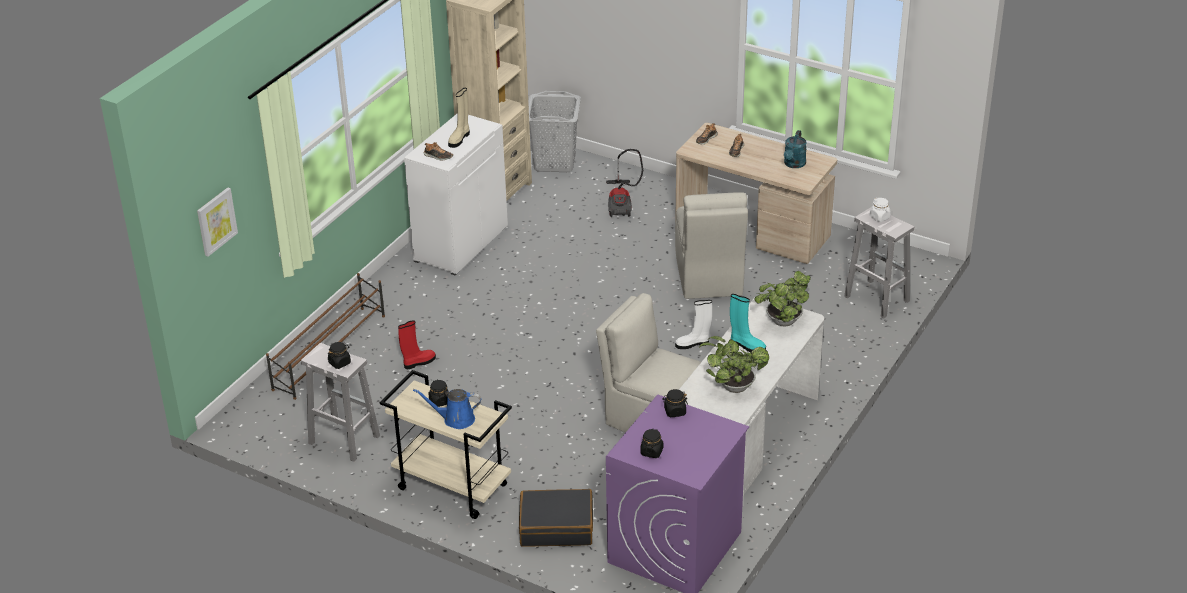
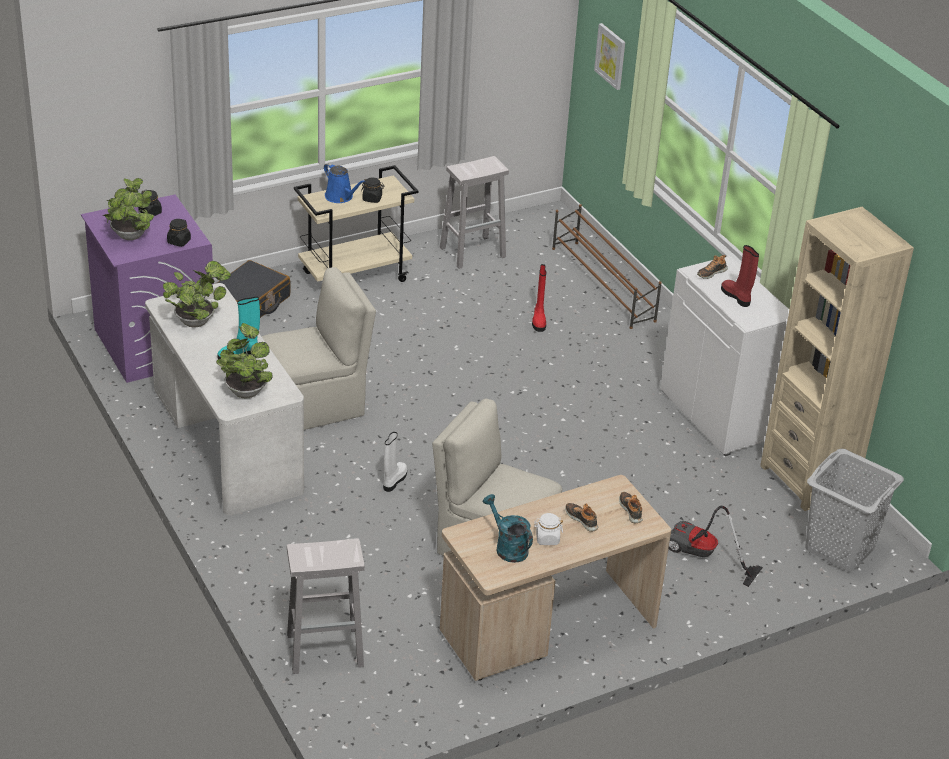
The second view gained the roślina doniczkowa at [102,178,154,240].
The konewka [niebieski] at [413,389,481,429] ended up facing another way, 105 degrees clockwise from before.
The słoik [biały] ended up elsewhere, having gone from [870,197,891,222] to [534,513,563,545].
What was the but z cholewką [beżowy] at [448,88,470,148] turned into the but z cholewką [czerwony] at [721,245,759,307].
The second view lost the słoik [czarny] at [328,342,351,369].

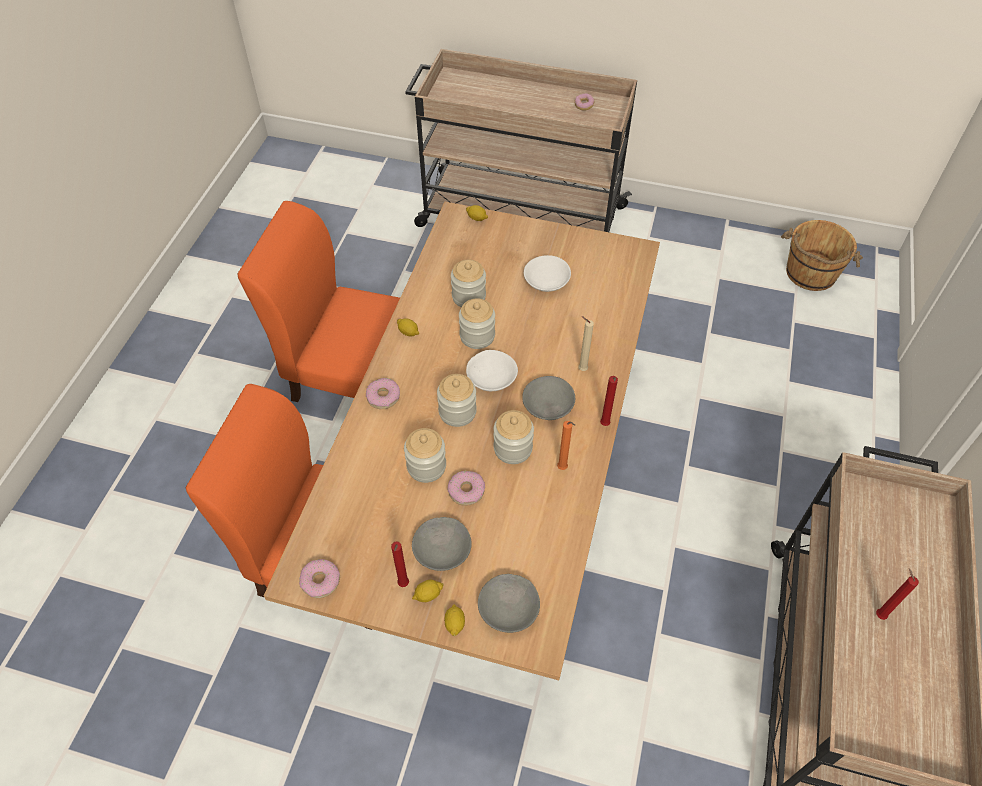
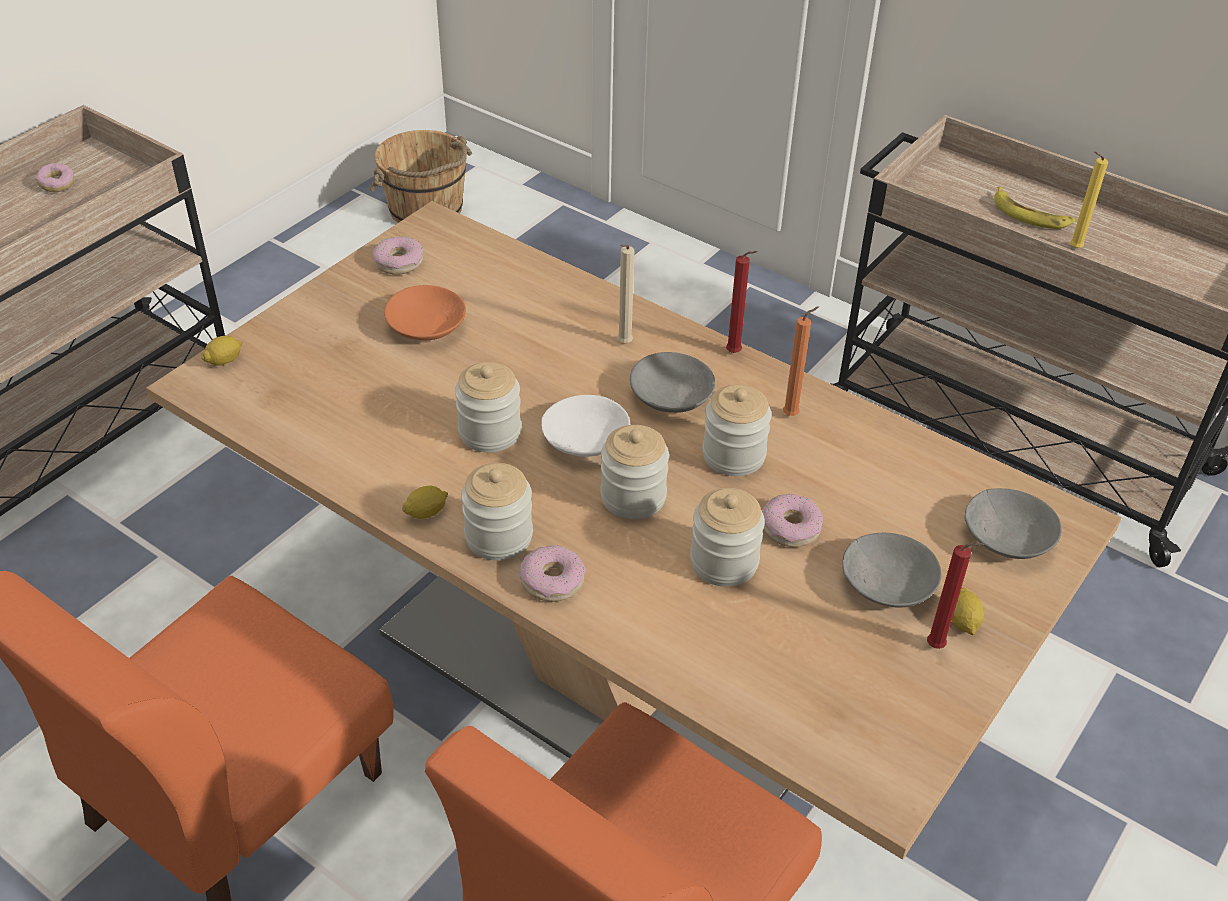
The donut ended up elsewhere, having gone from [299,559,340,598] to [373,237,423,275].
What was the miska [biały] at [524,255,571,292] turned into the miska [pomarańczowy] at [384,285,466,340].
The słoik ended up elsewhere, having gone from [451,260,486,307] to [461,463,533,560].
The second view gained the banan at [994,187,1075,229].
What was the świeca [czerwony] at [876,568,919,620] turned into the świeca [żółty] at [1070,152,1108,249].
The second view lost the cytryna at [444,604,465,636].

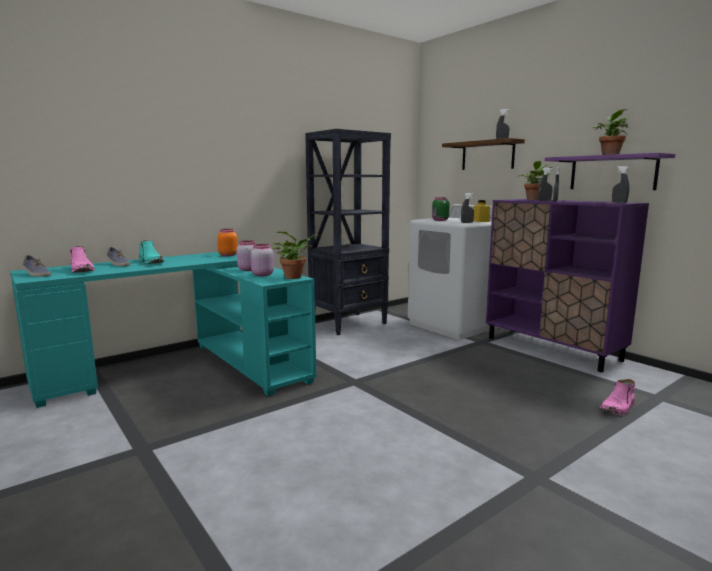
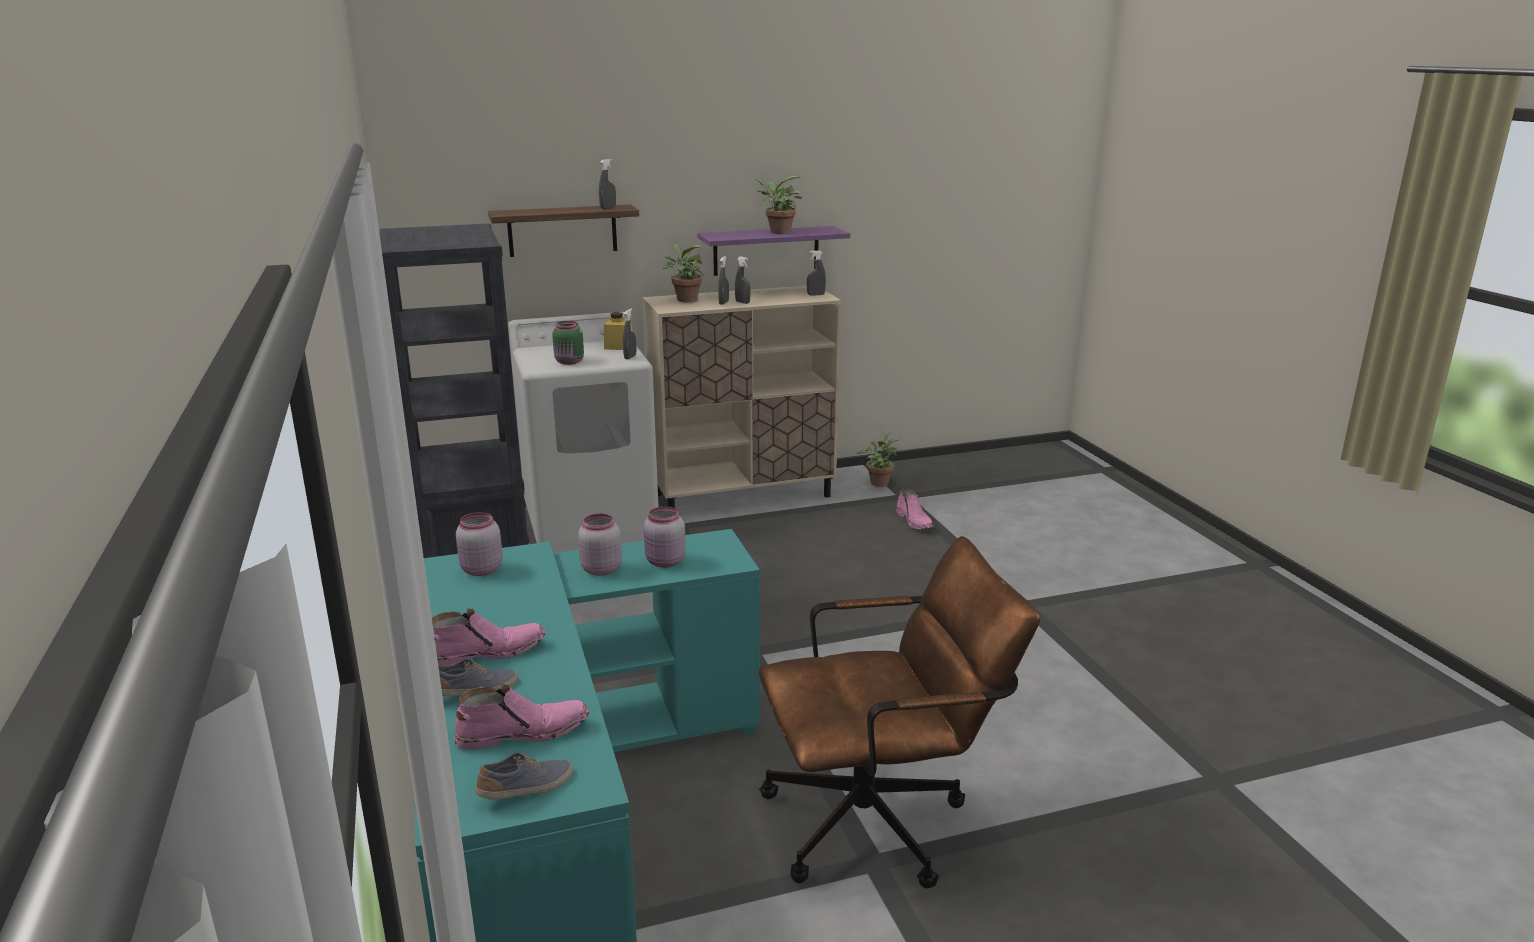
What was the but z cholewką [turkusowy] at [139,241,164,264] turned into the but z cholewką [różowy] at [432,608,546,666].
What was the słoik [pomarańczowy] at [217,229,238,256] turned into the słoik [różowy] at [456,512,503,576].
What was the szafka [fioletowy] at [486,199,649,372] turned into the szafka [beżowy] at [643,286,841,508].
The second view gained the krzesło biurowe [brązowy] at [759,536,1040,889].
The roślina doniczkowa ended up elsewhere, having gone from [272,231,319,279] to [857,432,899,487].

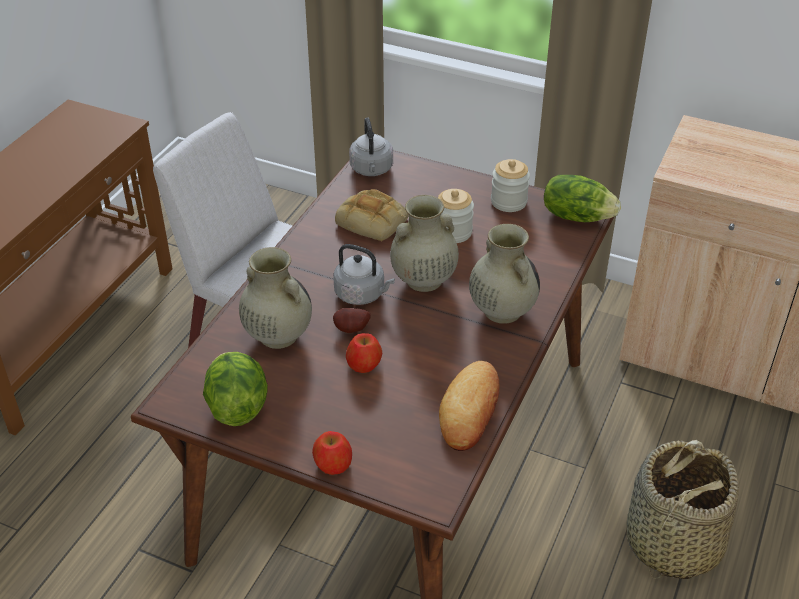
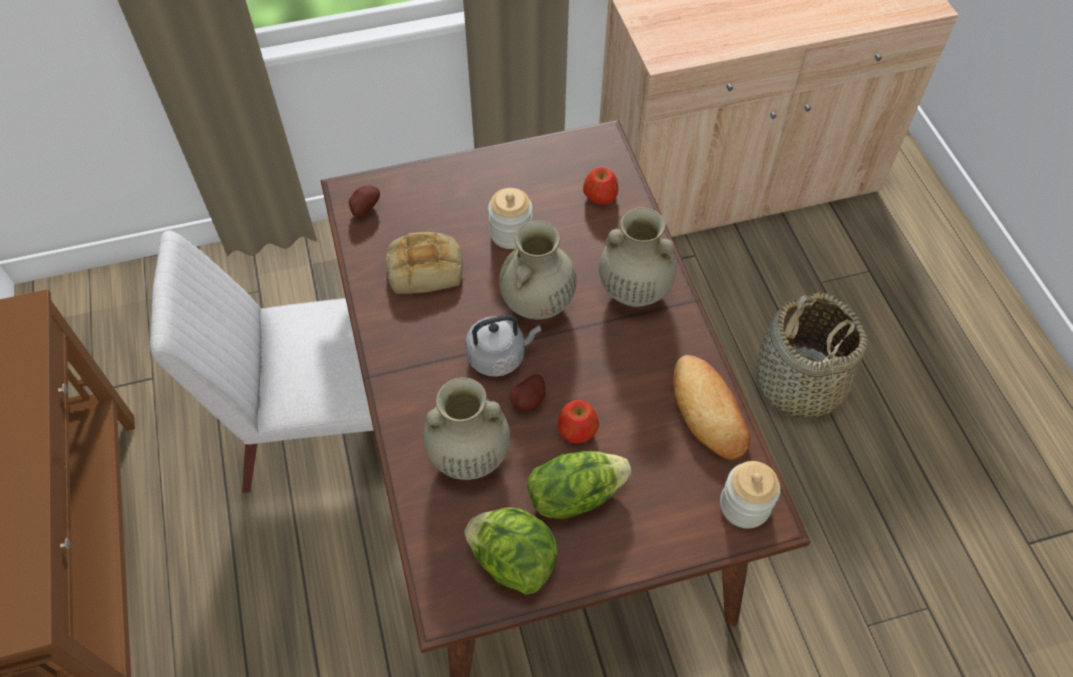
Where the czajnik [szary] stood at [349,117,393,176], the ziemniak came to stand at [349,185,380,217].
The sałata ended up elsewhere, having gone from [544,175,621,222] to [528,451,631,519].
The jabłko ended up elsewhere, having gone from [312,431,352,475] to [583,167,618,205].
The słoik ended up elsewhere, having gone from [491,159,530,212] to [720,461,780,529].

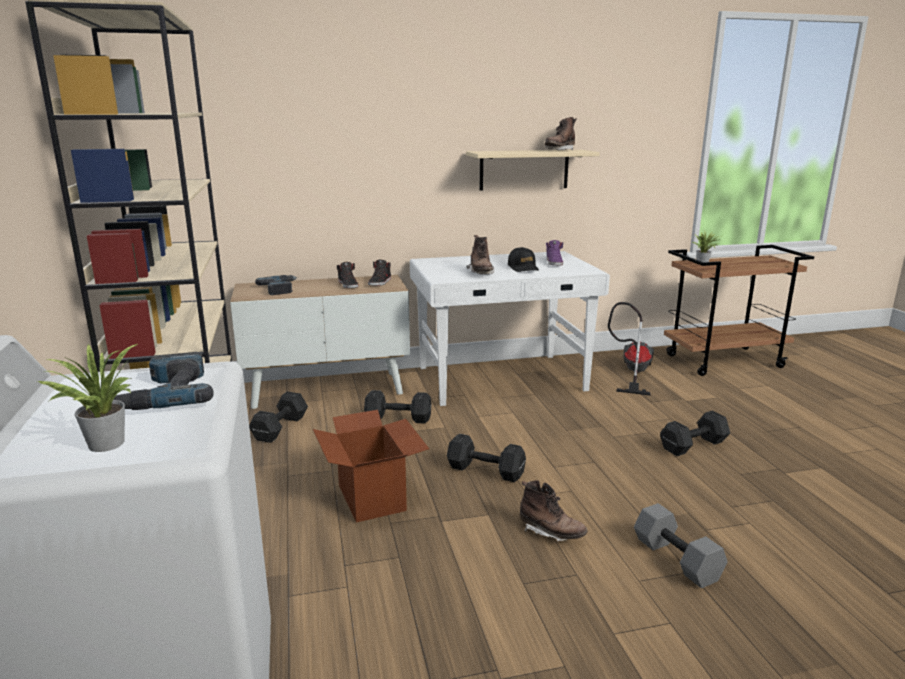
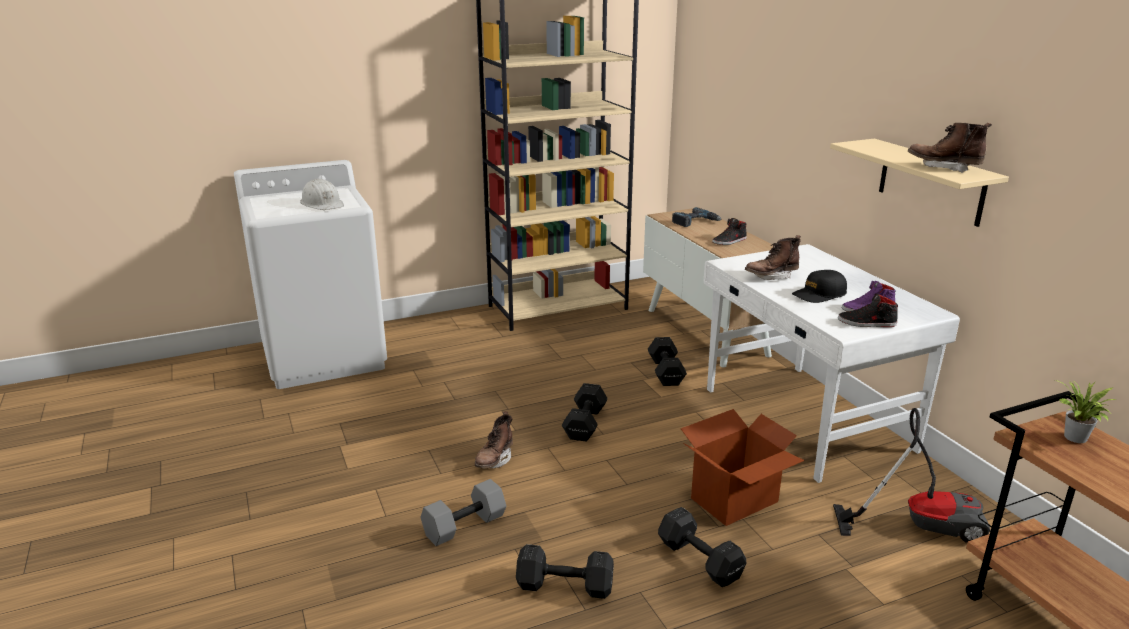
Where the wiertarka stood at [113,352,214,410], the kask [biały] came to stand at [300,179,344,210].
The hantel [czarny] ended up elsewhere, having gone from [249,392,308,443] to [516,544,614,599].
The karton ended up elsewhere, having gone from [313,410,429,523] to [681,409,804,526].
The but [czarny] ended up elsewhere, having gone from [368,259,391,286] to [838,293,898,327].
The second view lost the roślina doniczkowa at [36,344,137,452].

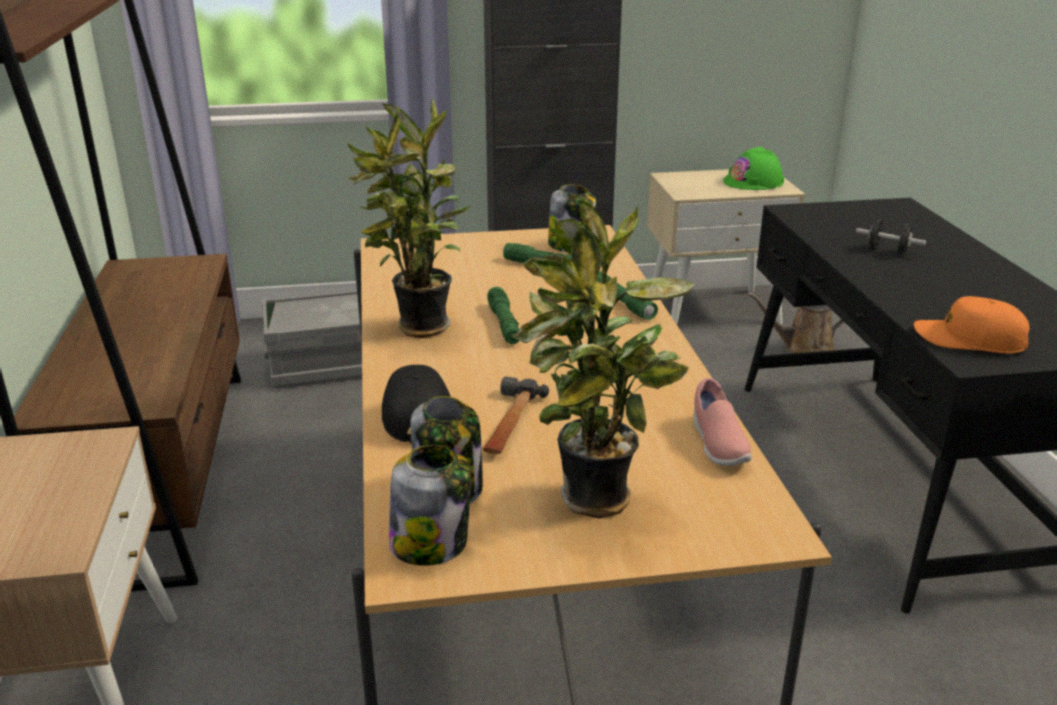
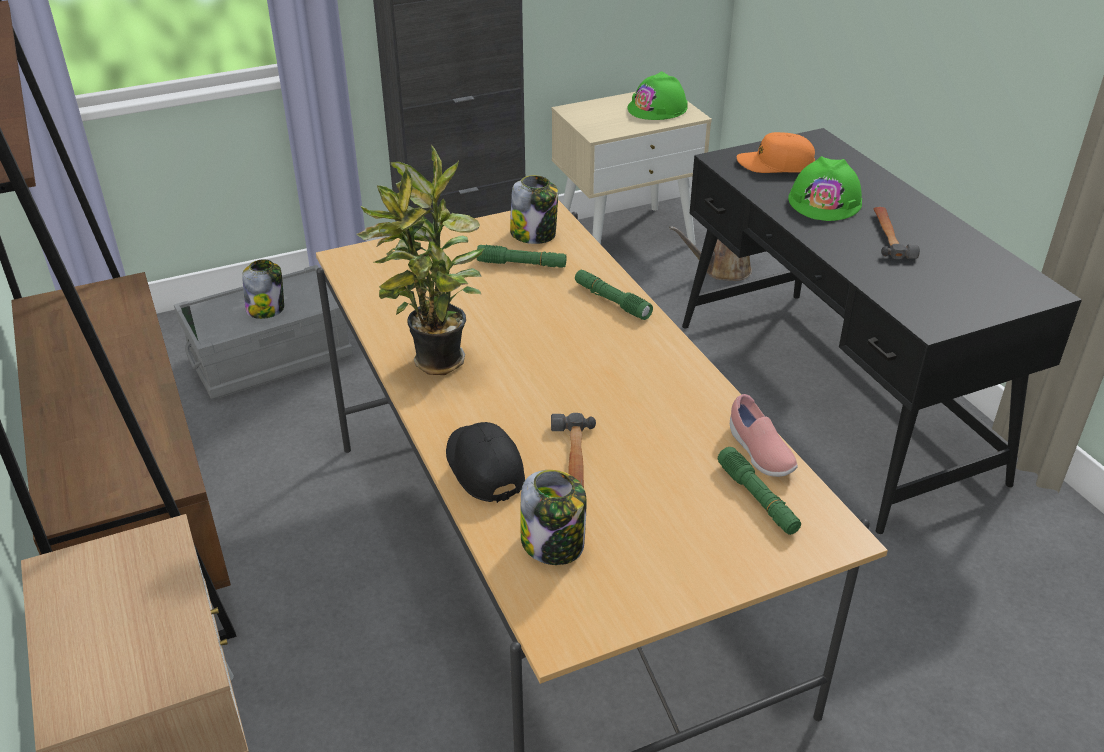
The słoik ended up elsewhere, having gone from [389,445,471,566] to [242,259,284,319].
The latarka [zielony] ended up elsewhere, having gone from [487,287,520,344] to [718,447,801,535].
The czapka z daszkiem [pomarańczowy] ended up elsewhere, having gone from [914,296,1030,354] to [737,132,815,173].
Where the hantel [czarny] stood at [856,219,926,255], the kask [zielony] came to stand at [788,156,862,221].
The second view gained the młotek at [874,207,920,259].
The second view lost the roślina doniczkowa at [512,197,695,519].

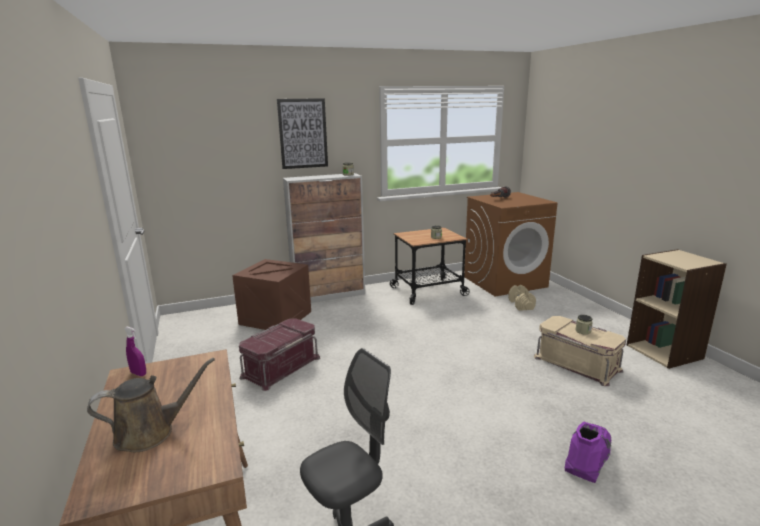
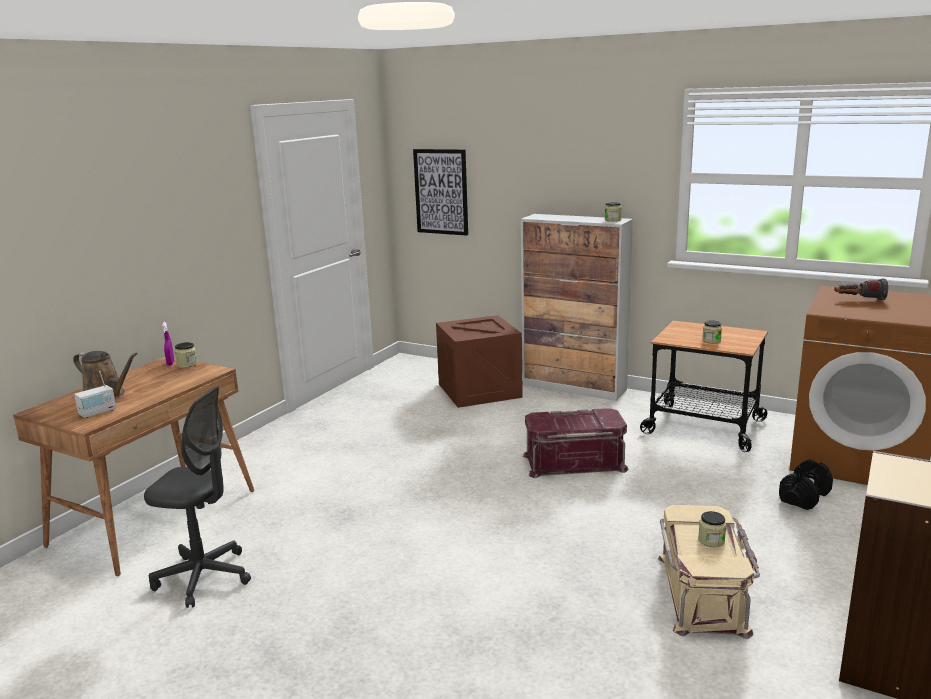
The second view gained the radio at [74,371,117,418].
The second view gained the słoik at [175,342,198,368].
The obraz ended up elsewhere, having gone from [277,98,328,169] to [413,149,468,236].
The pojemnik do przechowywania [czerwony] ended up elsewhere, having gone from [239,318,320,391] to [523,408,629,478].
What was the hantel [beżowy] at [508,285,536,311] turned into the hantel [czarny] at [779,459,833,510].
The second view lost the but z cholewką [fioletowy] at [565,421,611,483].

